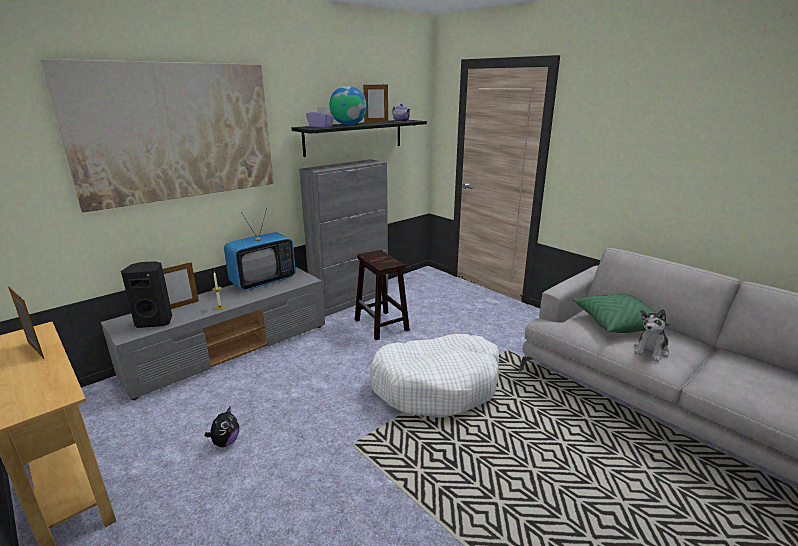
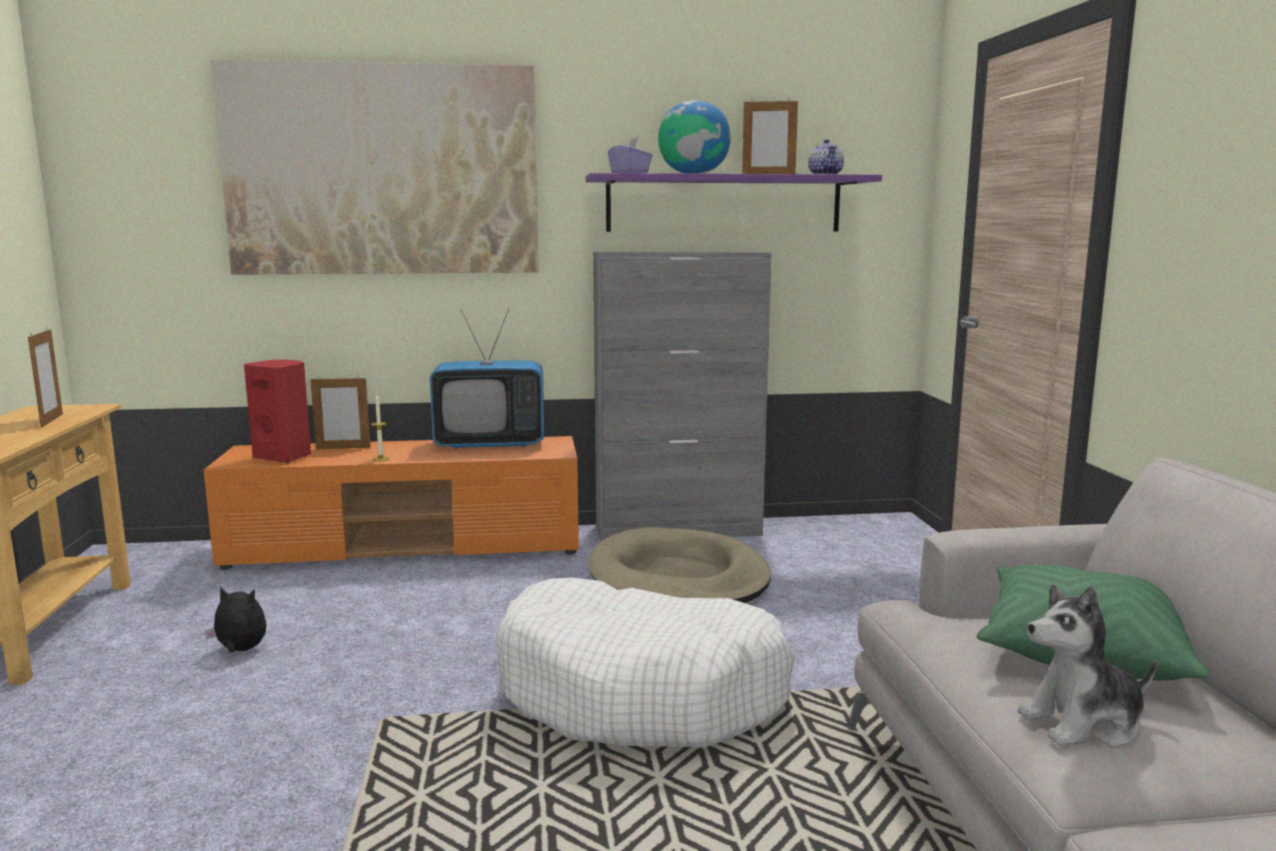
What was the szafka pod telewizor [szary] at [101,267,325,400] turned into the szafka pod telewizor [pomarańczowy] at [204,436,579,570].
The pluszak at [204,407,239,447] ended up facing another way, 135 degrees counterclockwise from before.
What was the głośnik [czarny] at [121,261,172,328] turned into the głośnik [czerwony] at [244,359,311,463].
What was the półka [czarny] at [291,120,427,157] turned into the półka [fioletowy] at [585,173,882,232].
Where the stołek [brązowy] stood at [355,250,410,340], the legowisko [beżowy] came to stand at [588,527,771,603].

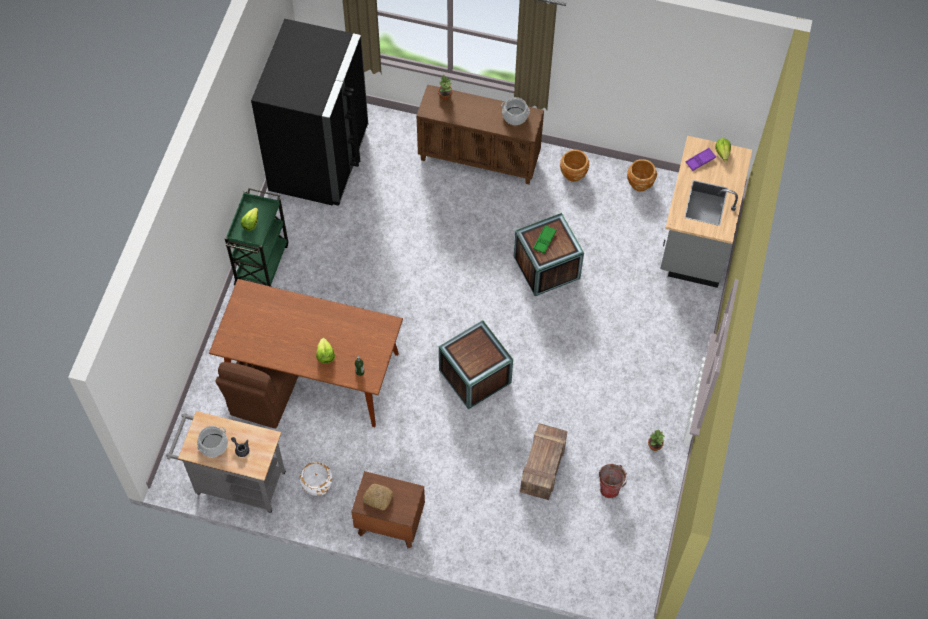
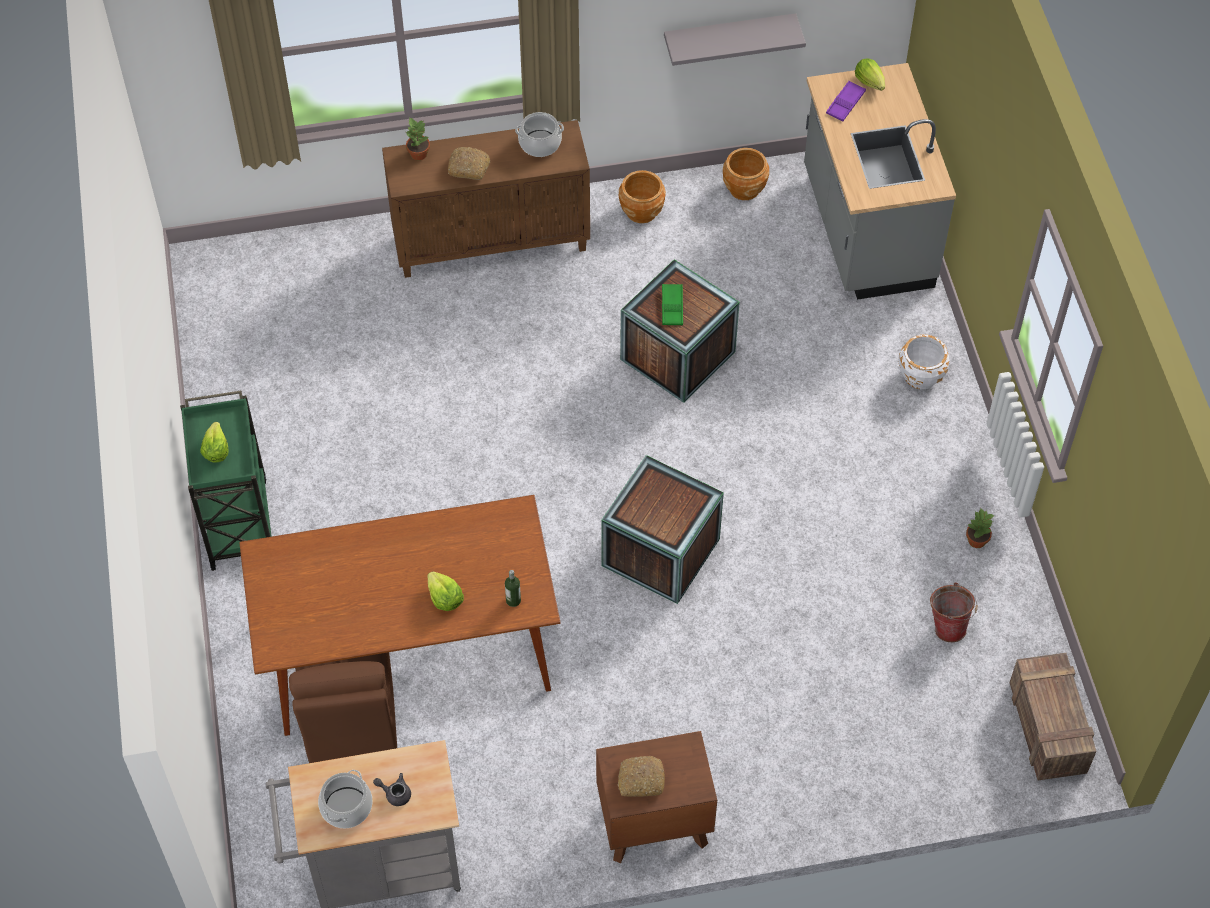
The second view gained the chleb at [448,147,490,180].
The second view gained the półka [szary] at [664,13,806,66].
The donica [biały] ended up elsewhere, having gone from [300,462,333,496] to [898,335,949,389].
The skrzynka ended up elsewhere, having gone from [520,423,568,500] to [1009,653,1097,781].
The second view lost the lodówka [czarny] at [251,19,368,206].

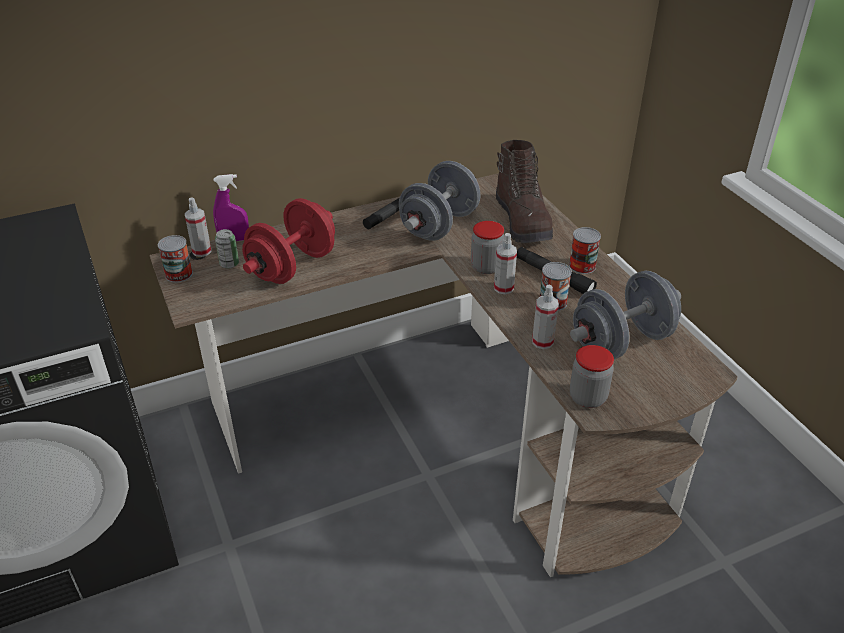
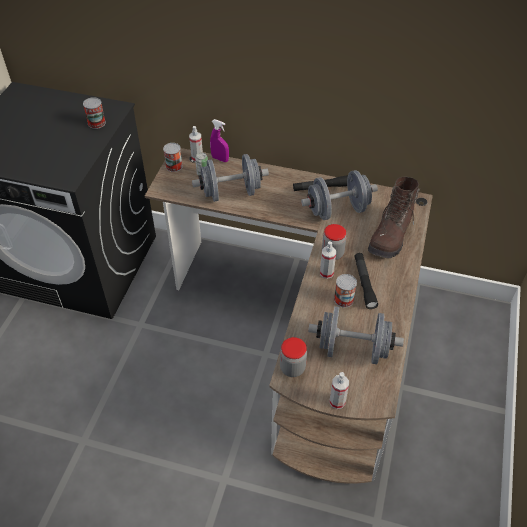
The puszka ended up elsewhere, having gone from [569,227,601,274] to [83,97,106,129].
What was the hantel [czerwony] at [242,198,335,284] turned into the hantel [szary] at [192,154,269,202].
The spryskiwacz ended up elsewhere, having gone from [532,285,559,349] to [329,372,349,409].

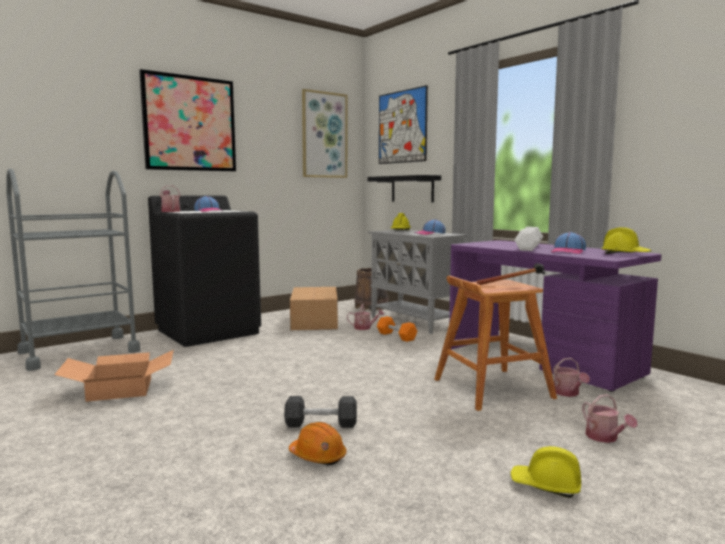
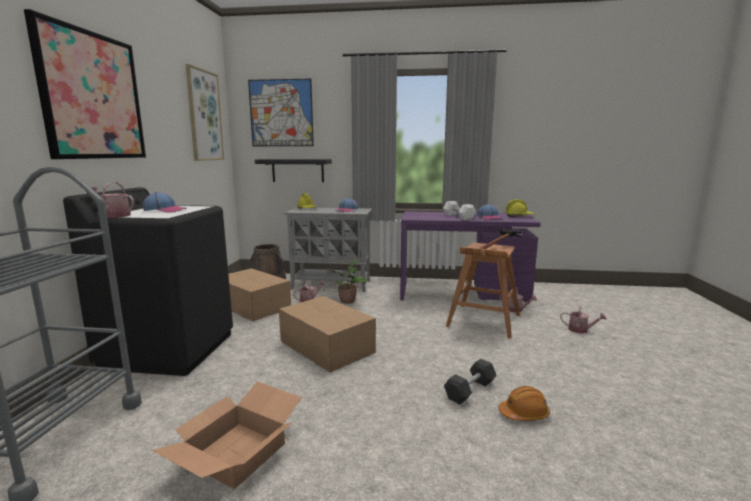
The second view gained the karton at [279,296,376,373].
Where the hantel [pomarańczowy] stood at [377,316,417,342], the roślina doniczkowa came to stand at [331,260,368,304].
The second view lost the kask [żółty] at [510,446,581,498].

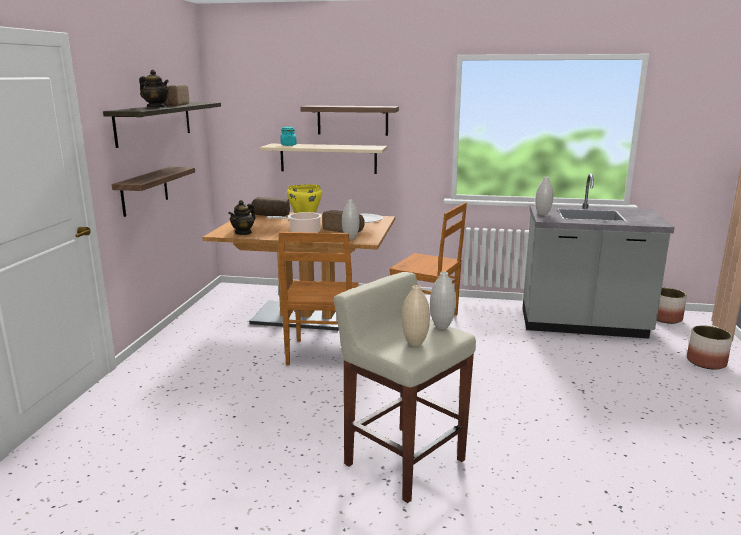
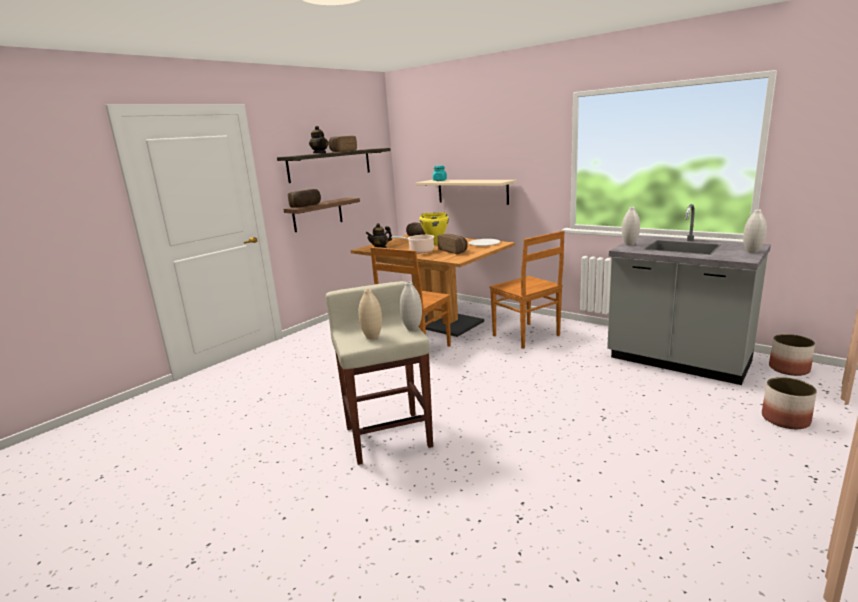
The second view gained the chleb at [288,189,321,208].
The wazon [biały] ended up elsewhere, having gone from [342,200,359,240] to [743,209,767,253].
The second view lost the półka at [300,105,399,136].

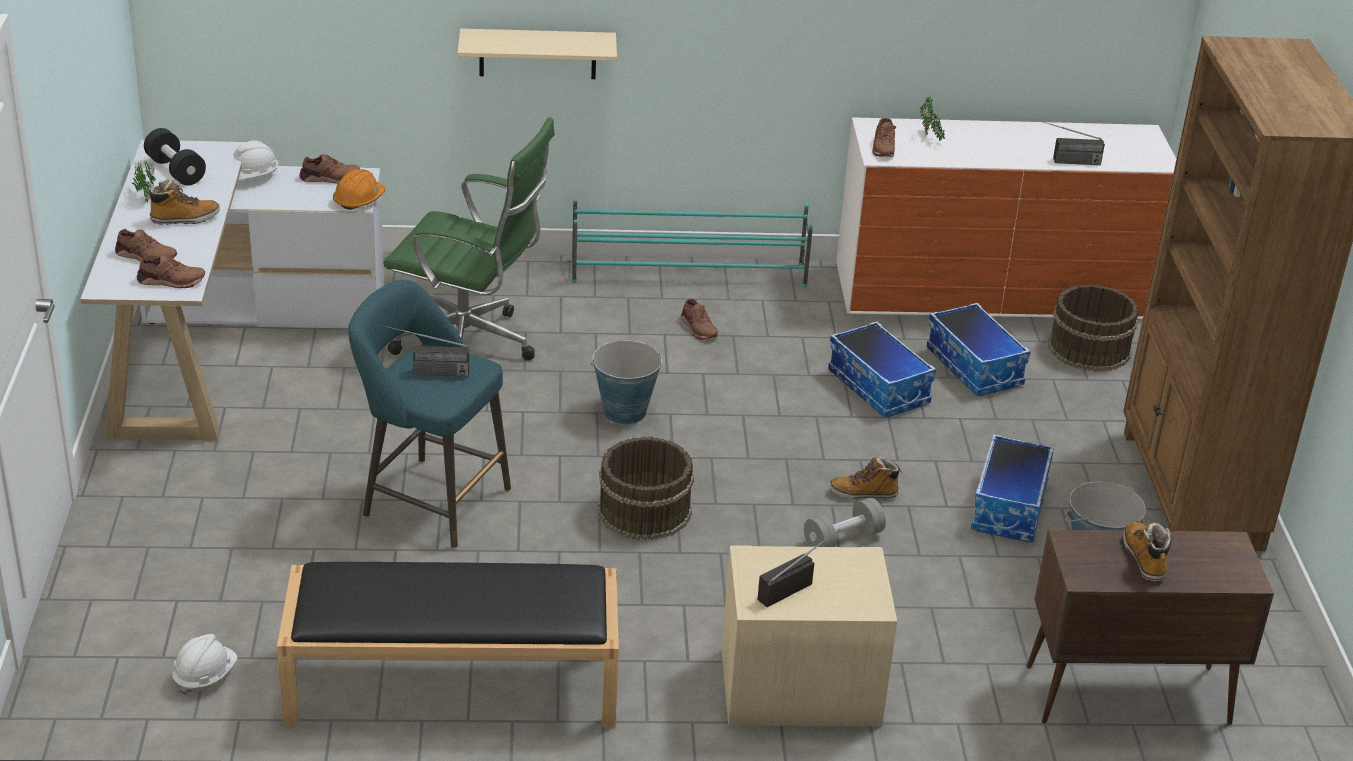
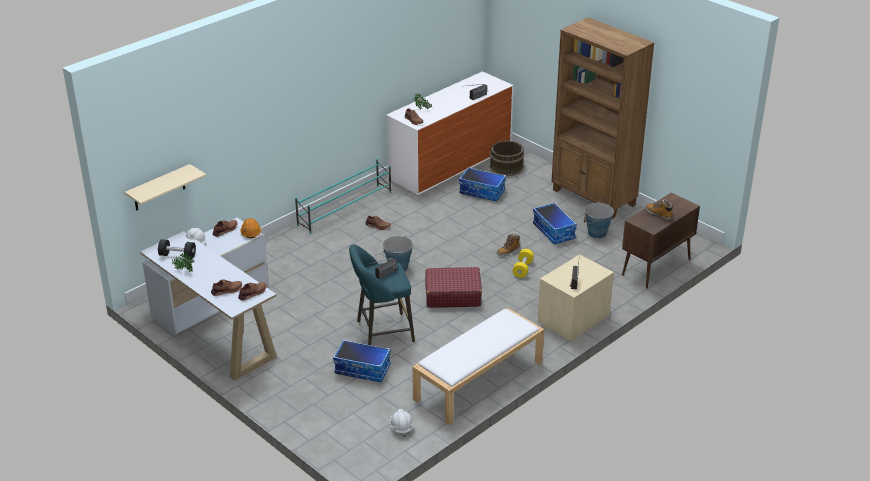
The półka [beżowy] ended up elsewhere, having gone from [457,29,617,79] to [125,164,206,210].
The pojemnik do przechowywania ended up elsewhere, having gone from [828,321,936,418] to [333,340,391,382].
What was the ławka [czarny] at [277,562,619,727] turned into the ławka [biały] at [412,308,544,424].
Where the wiadro [brązowy] stood at [598,436,694,540], the walizka [czerwony] came to stand at [425,267,482,308].
What was the hantel [szary] at [804,498,886,547] turned into the hantel [żółty] at [513,249,534,278].
The second view lost the but z cholewką at [146,178,220,225].
The second view lost the krzesło biurowe [zielony] at [383,117,555,361].

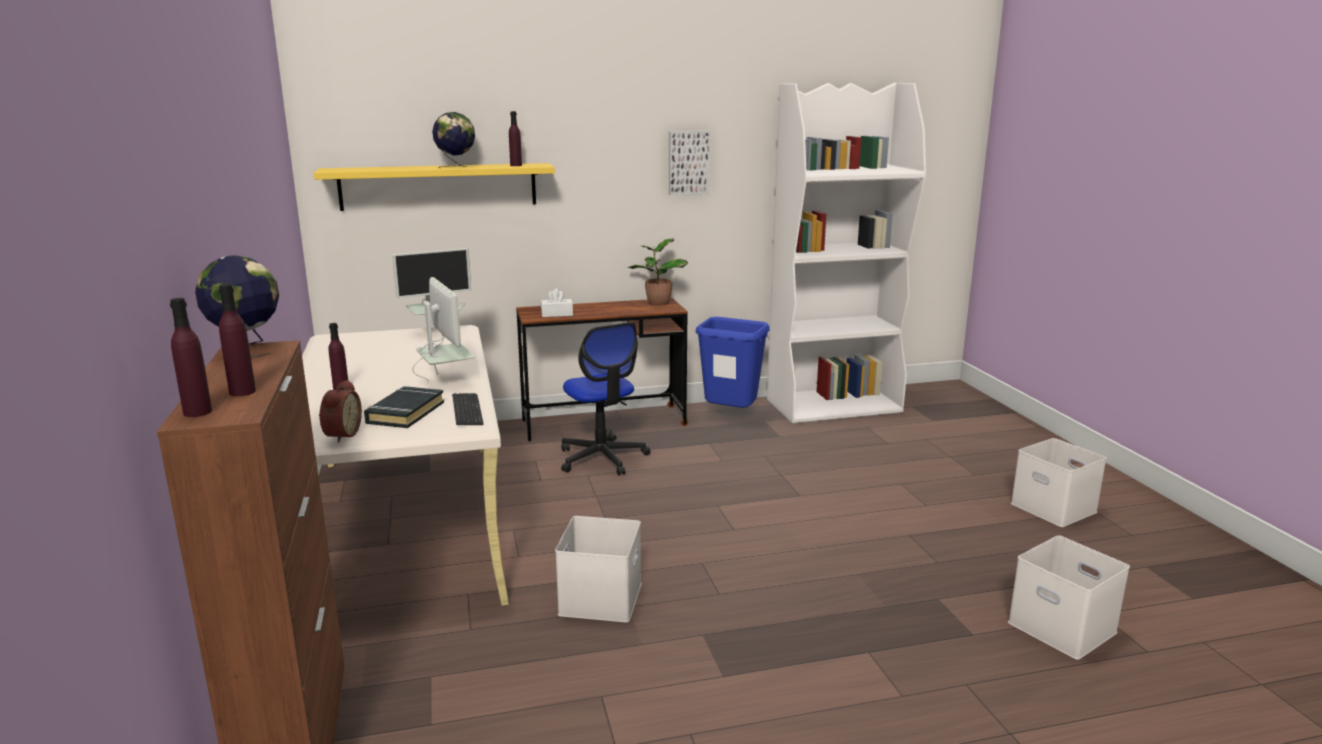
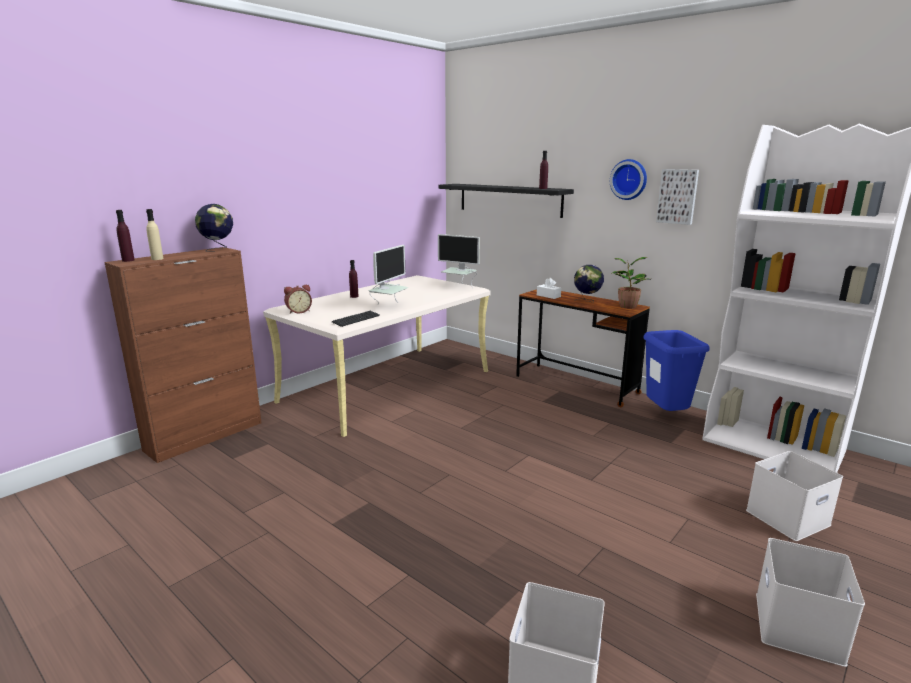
What was the butelka [fioletowy] at [219,284,256,396] turned into the butelka [beżowy] at [146,209,164,260].
What was the półka [żółty] at [313,163,555,211] turned into the półka [czarny] at [438,184,574,218].
The globus ended up elsewhere, having gone from [432,112,475,168] to [574,265,604,302].
The second view gained the zegar ścienny at [610,159,647,200].
The pojemnik do przechowywania [biały] ended up elsewhere, having gone from [555,516,642,622] to [746,451,843,541].
The second view lost the książka [czarny] at [364,386,444,428].
The second view lost the krzesło biurowe at [561,322,650,475].

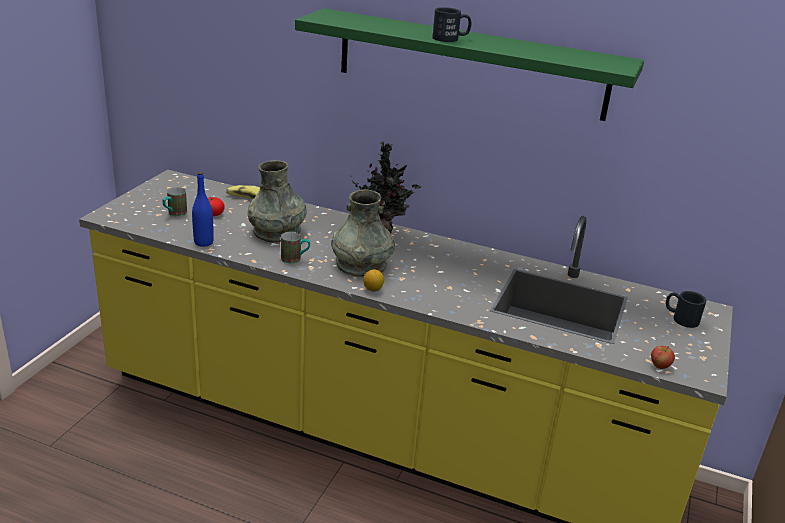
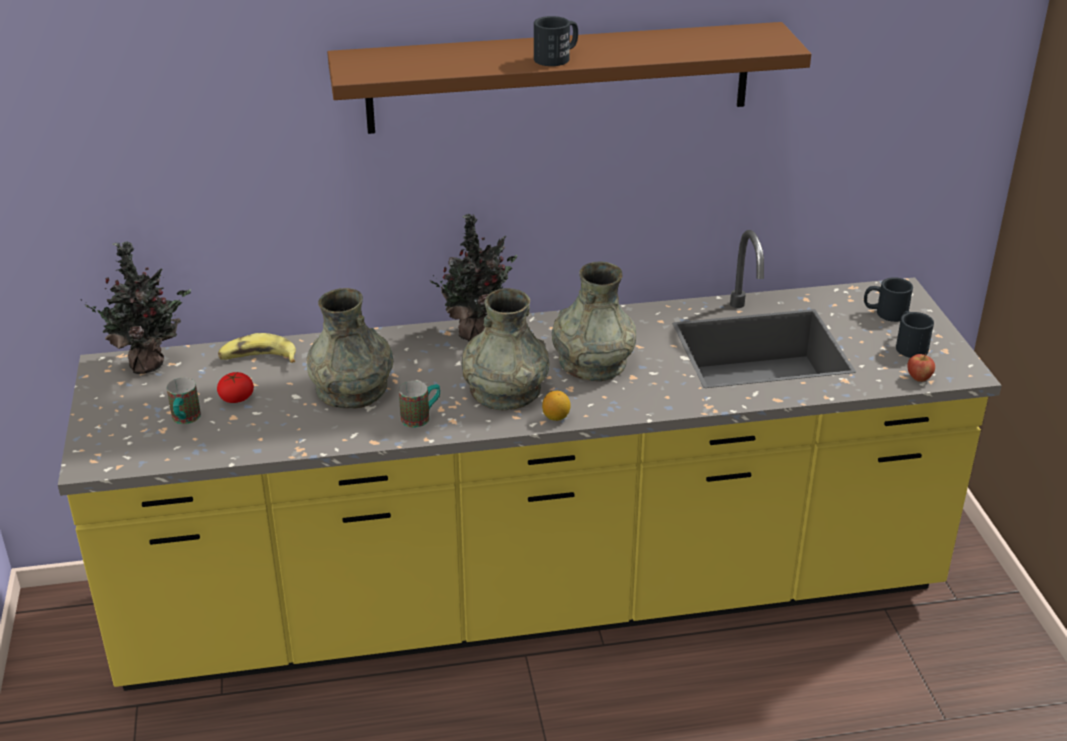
The second view gained the roślina doniczkowa at [81,241,191,374].
What was the półka [zielony] at [295,8,644,121] turned into the półka [brązowy] at [327,22,811,134].
The second view gained the wazon [szary] at [552,262,636,381].
The second view gained the kubek [czarny] at [896,311,934,358].
The second view lost the butelka [niebieski] at [192,172,214,247].

